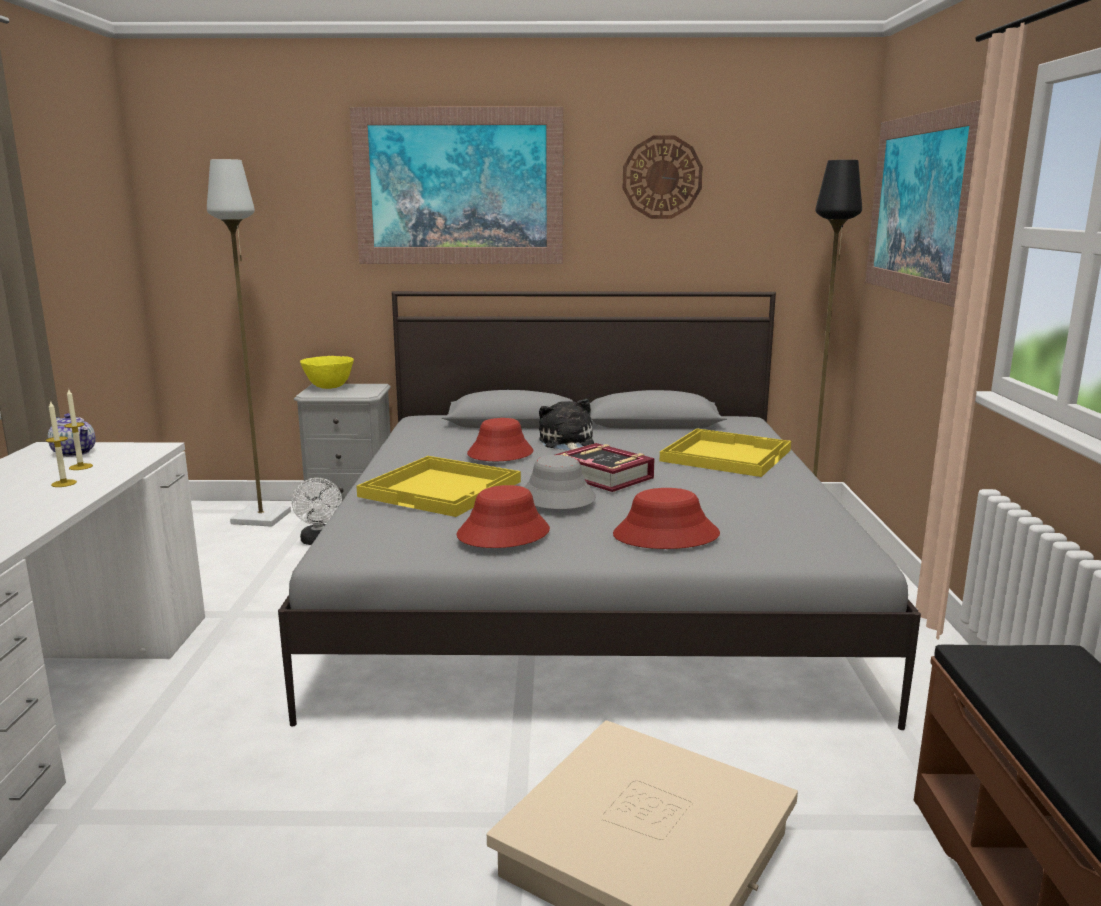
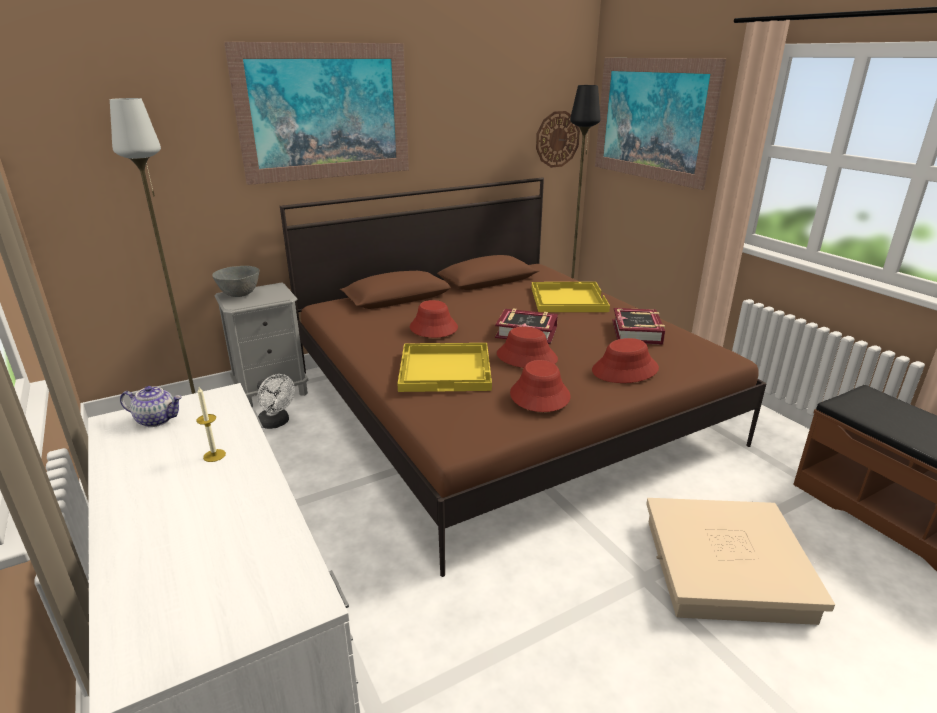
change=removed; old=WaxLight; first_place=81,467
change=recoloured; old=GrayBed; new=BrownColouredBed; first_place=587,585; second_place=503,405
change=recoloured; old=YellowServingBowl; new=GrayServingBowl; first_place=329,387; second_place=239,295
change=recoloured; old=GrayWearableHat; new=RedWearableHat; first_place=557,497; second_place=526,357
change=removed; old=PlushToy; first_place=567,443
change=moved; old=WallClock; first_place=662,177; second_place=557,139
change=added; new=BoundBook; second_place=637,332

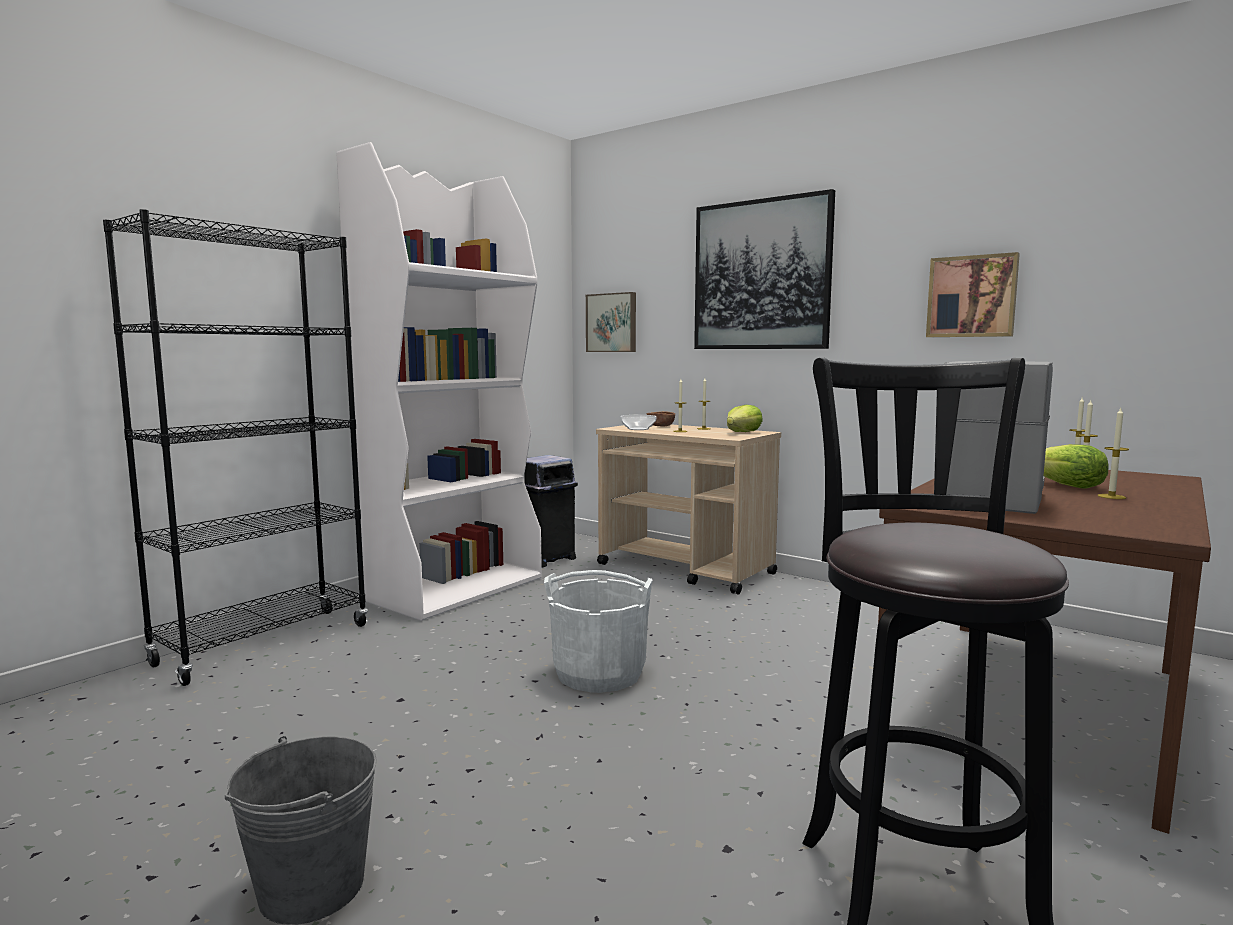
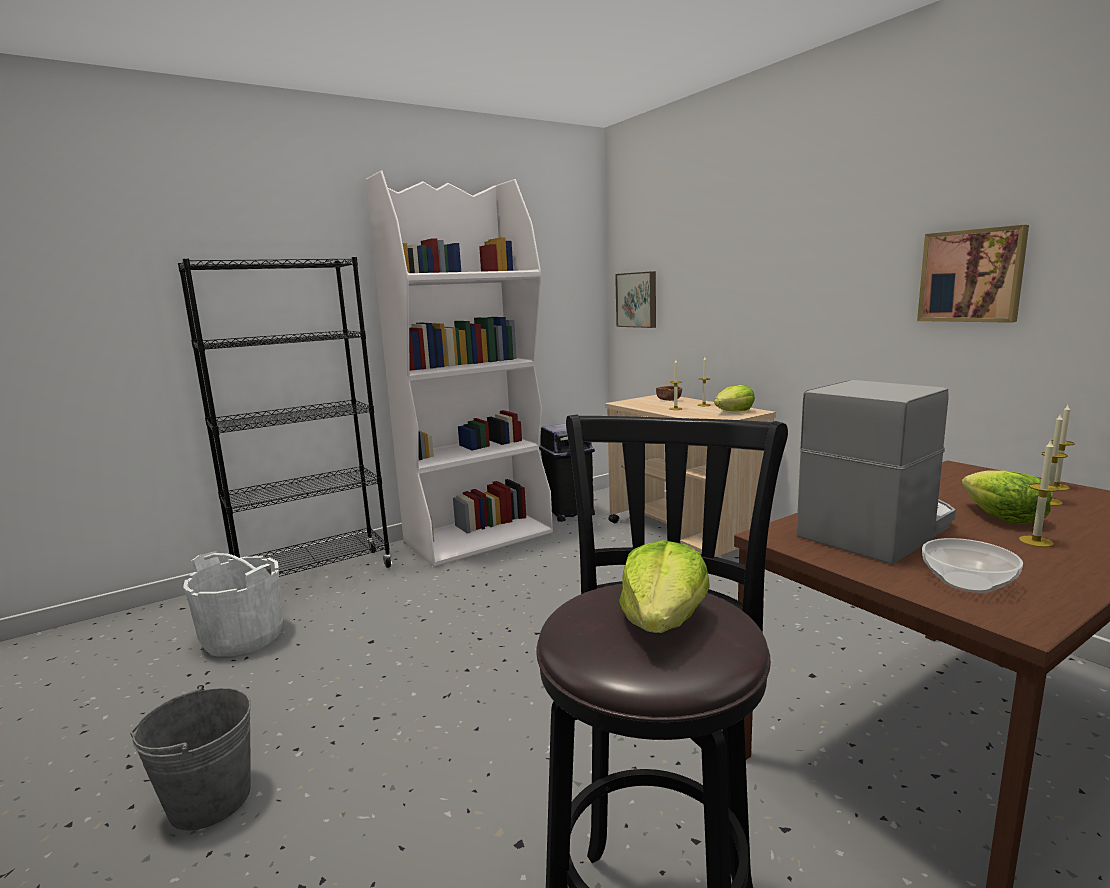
change=moved; old=WhiteWaterBucket; first_place=599,673; second_place=244,637
change=moved; old=ServingBowl; first_place=638,429; second_place=968,582
change=removed; old=Picture; first_place=761,275
change=added; new=HeadOfLettuce; second_place=663,621

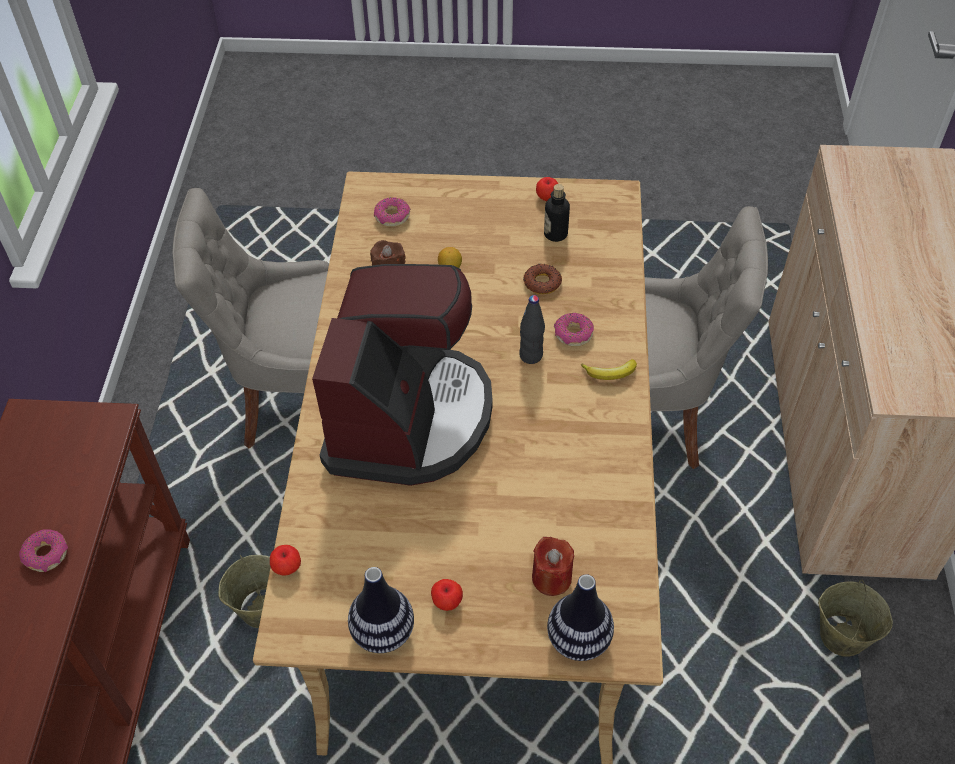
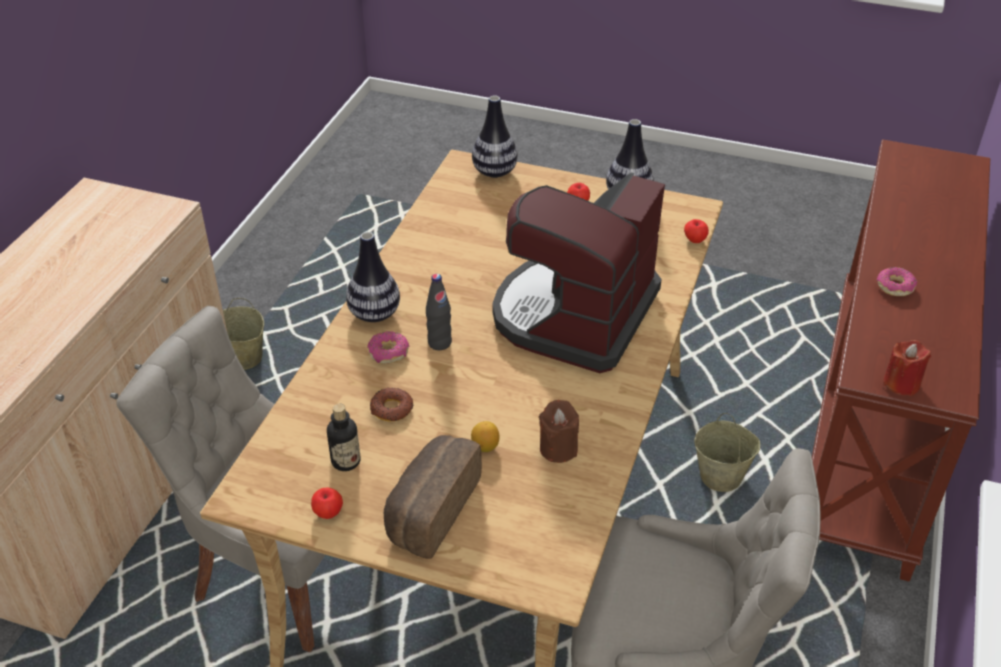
change=removed; old=Doughnut; first_place=392,217
change=moved; old=RedWaxLight; first_place=551,578; second_place=901,383
change=replaced; old=BananaFruit; new=FlowerVase; first_place=610,373; second_place=375,314
change=added; new=BakedBread; second_place=429,509

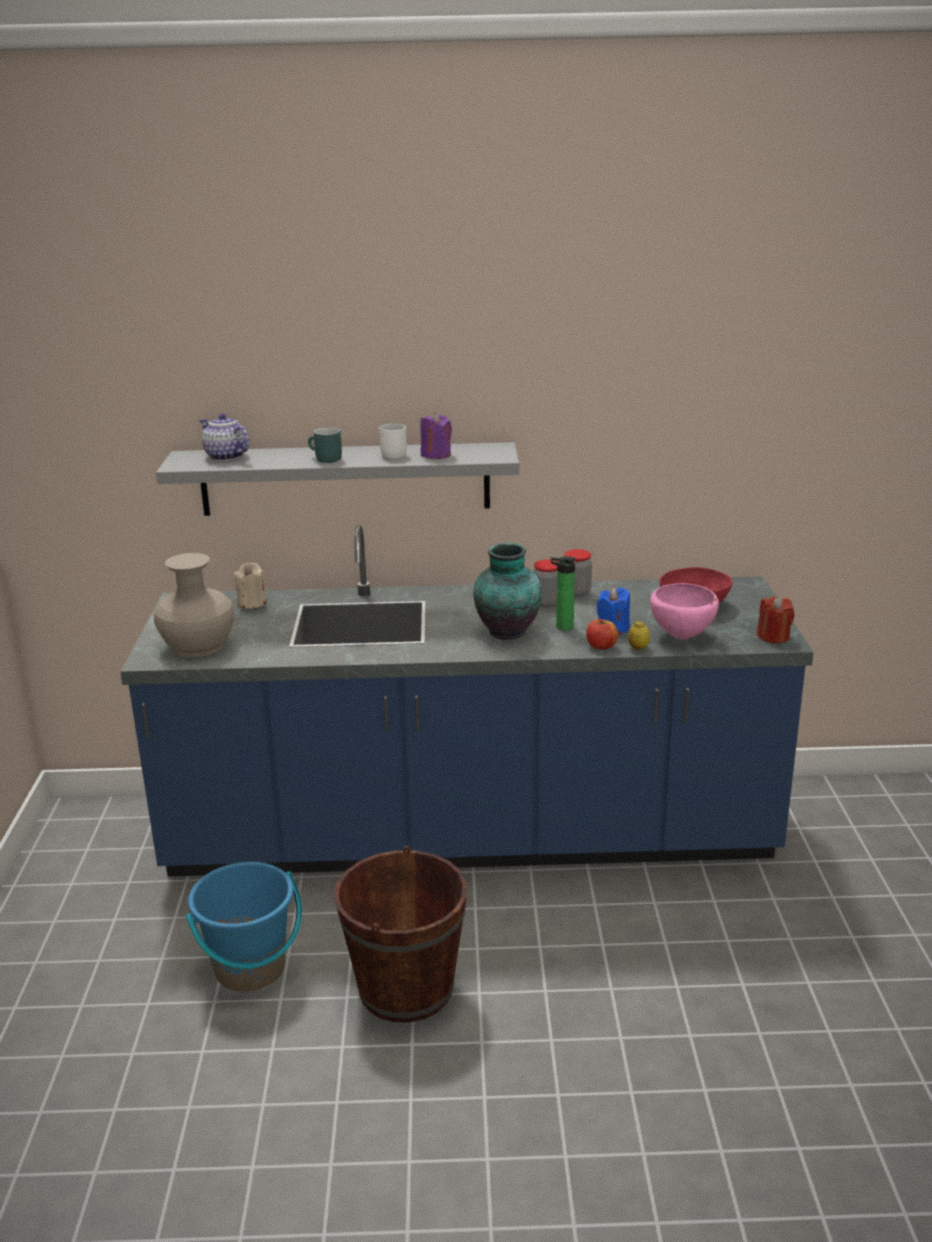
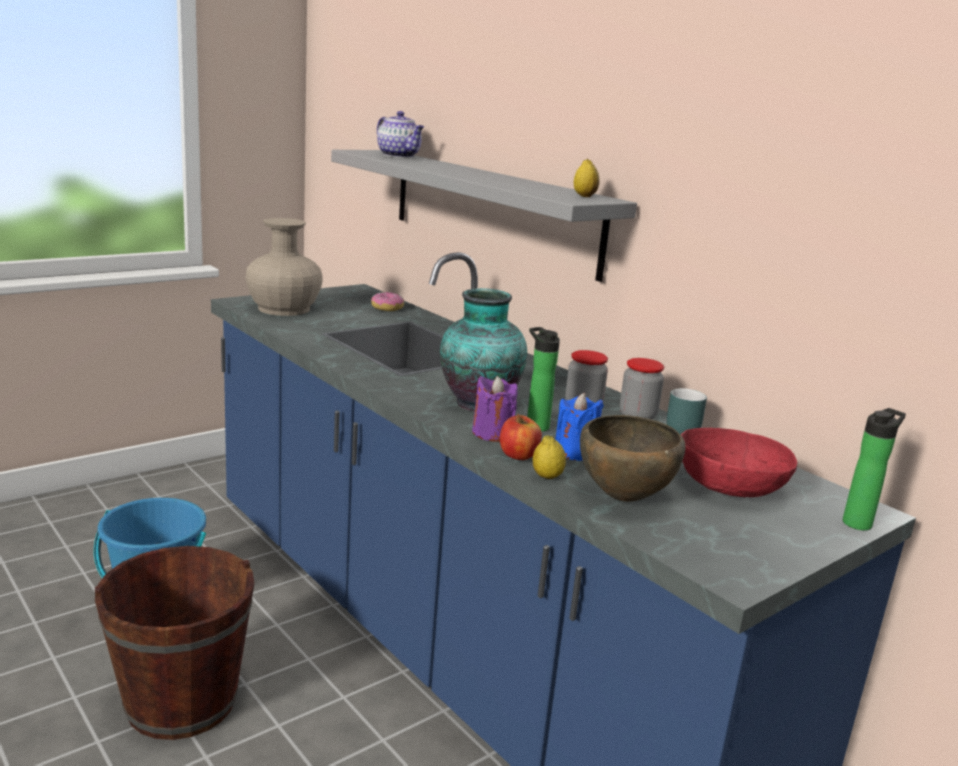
change=turned; old=TeaPot; first_place=225,456; second_place=399,156; degrees=135
change=replaced; old=SandColouredWaxLight; new=Doughnut; first_place=252,603; second_place=387,308
change=moved; old=TurquoiseColouredMug; first_place=324,459; second_place=678,428
change=removed; old=WhiteMug; first_place=390,454
change=moved; old=PurpleWaxLight; first_place=436,455; second_place=492,433
change=recoloured; old=PinkColouredServingBowl; new=BrownColouredServingBowl; first_place=683,636; second_place=624,498
change=removed; old=RedWaxLight; first_place=773,637
change=added; new=CitrusFruit; second_place=584,196
change=added; new=Bottle; second_place=859,522

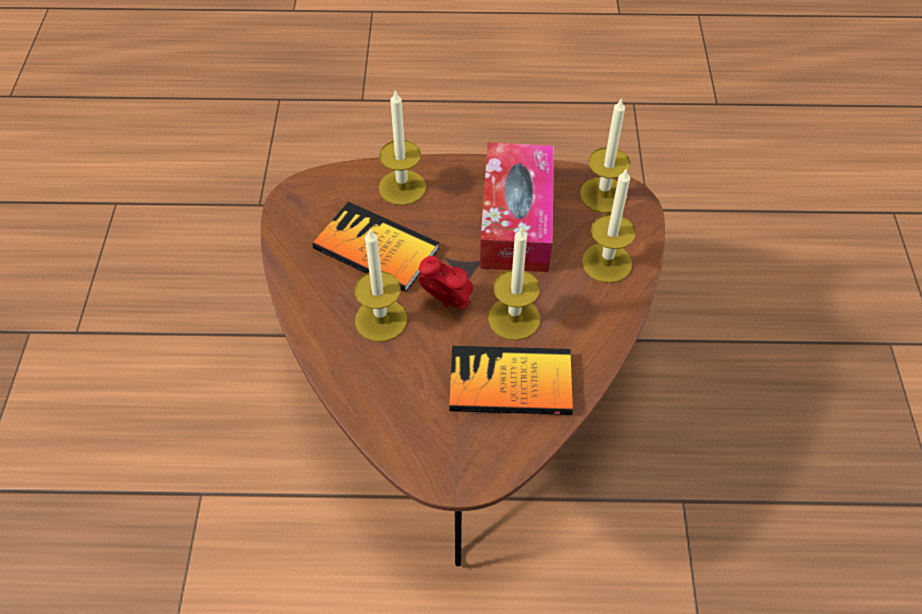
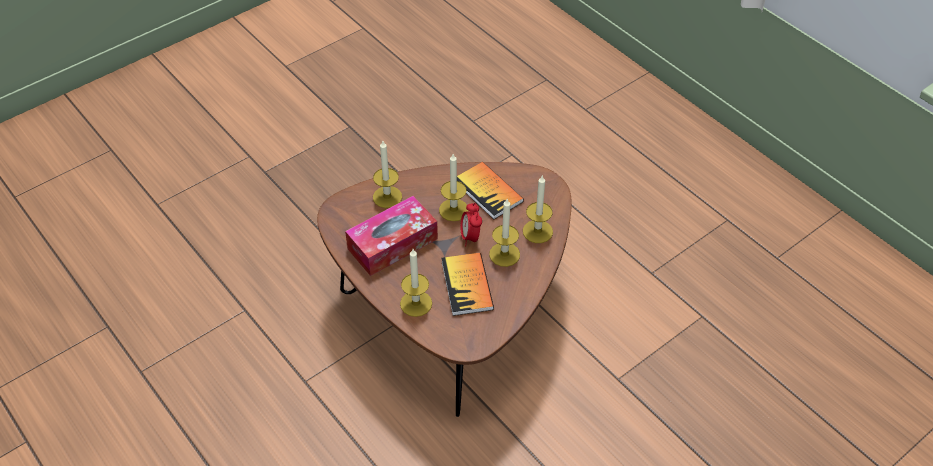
change=moved; old=WaxLight; first_place=603,195; second_place=537,231

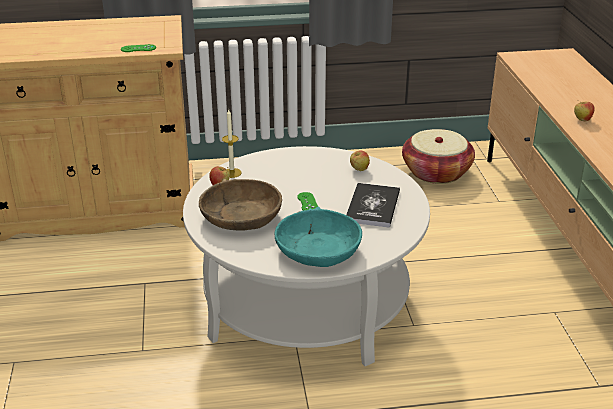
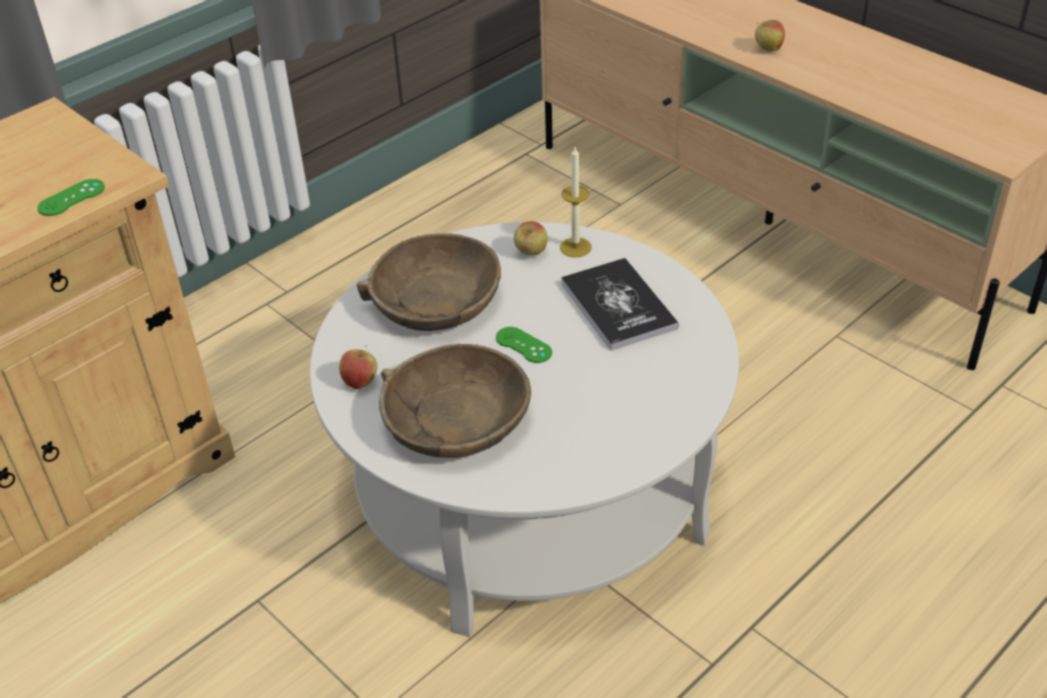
change=moved; old=WaxLight; first_place=232,173; second_place=575,247
change=removed; old=TurquoiseColouredServingBowl; first_place=317,249
change=removed; old=Basket; first_place=436,172
change=added; new=BrownColouredServingBowl; second_place=435,301

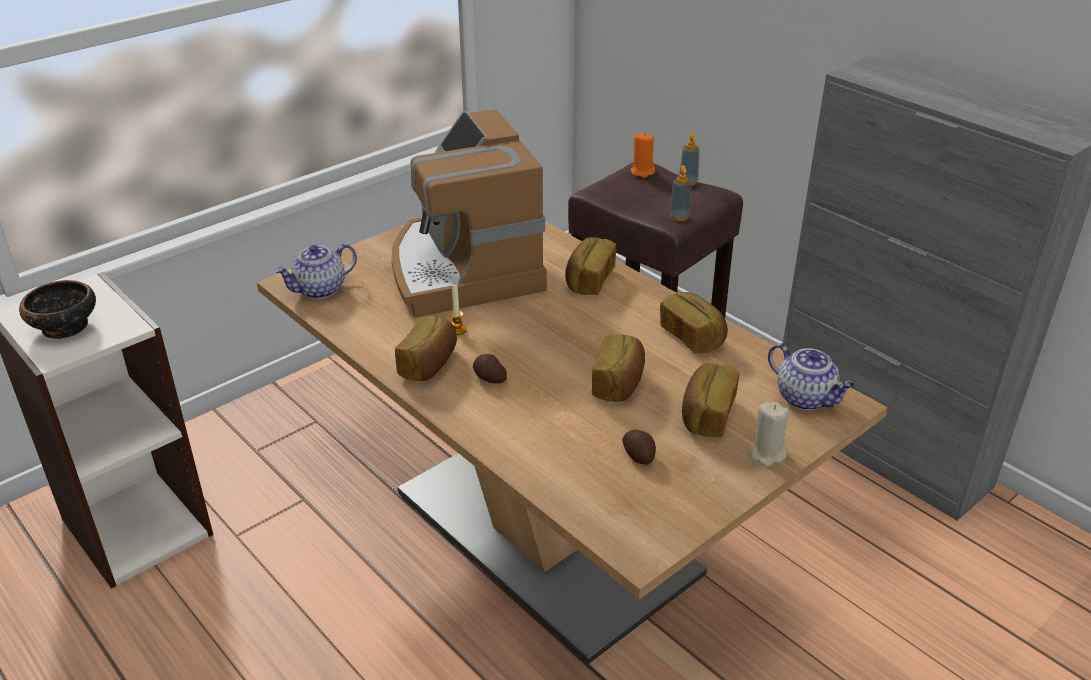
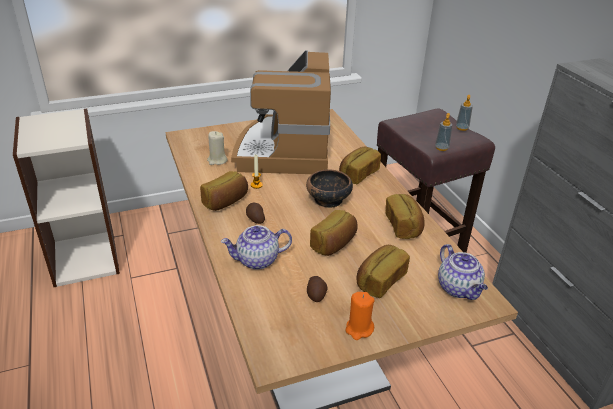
change=moved; old=ServingBowl; first_place=65,327; second_place=328,200
change=moved; old=TeaPot; first_place=320,290; second_place=257,260
change=moved; old=OrangeWaxLight; first_place=642,172; second_place=359,329
change=moved; old=SandColouredWaxLight; first_place=767,454; second_place=217,160

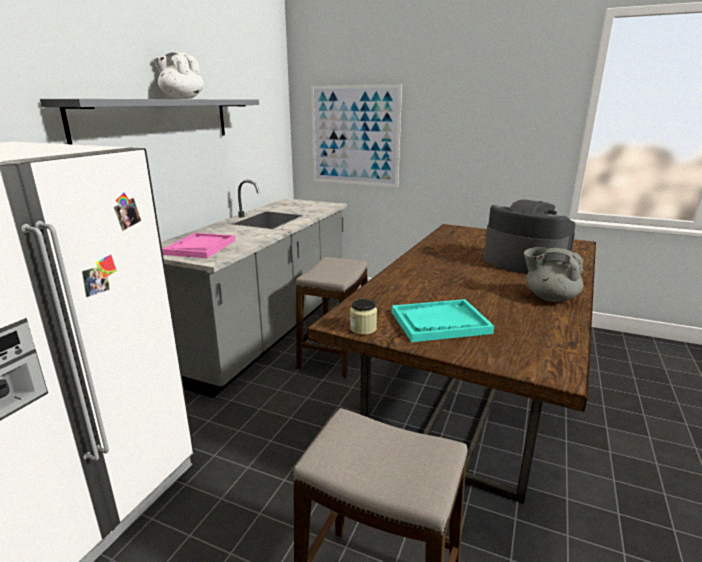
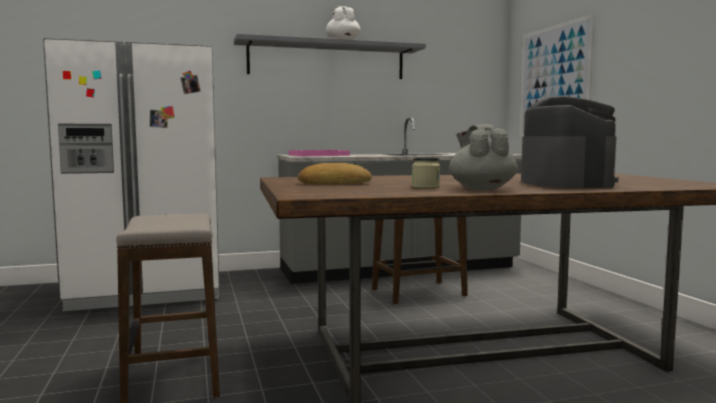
change=moved; old=StorageJar; first_place=363,329; second_place=425,187
change=replaced; old=TurquoiseColouredCarryingTray; new=BakedBread; first_place=439,322; second_place=334,183

